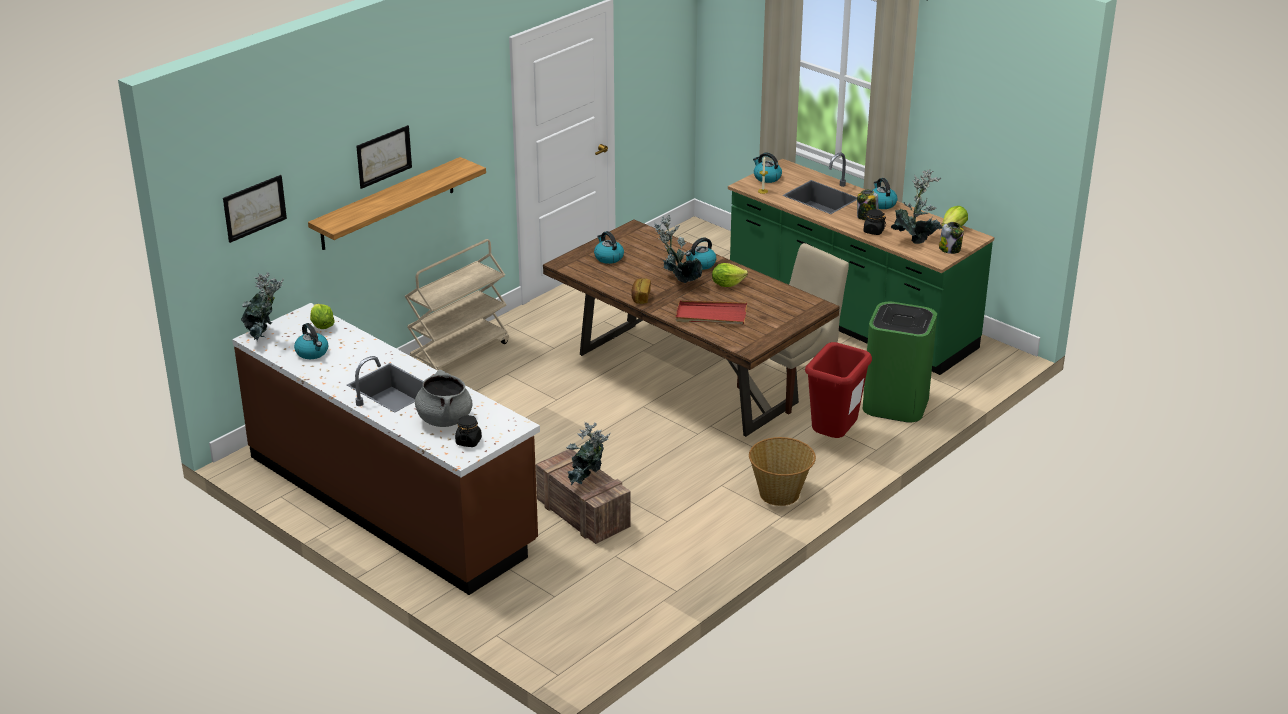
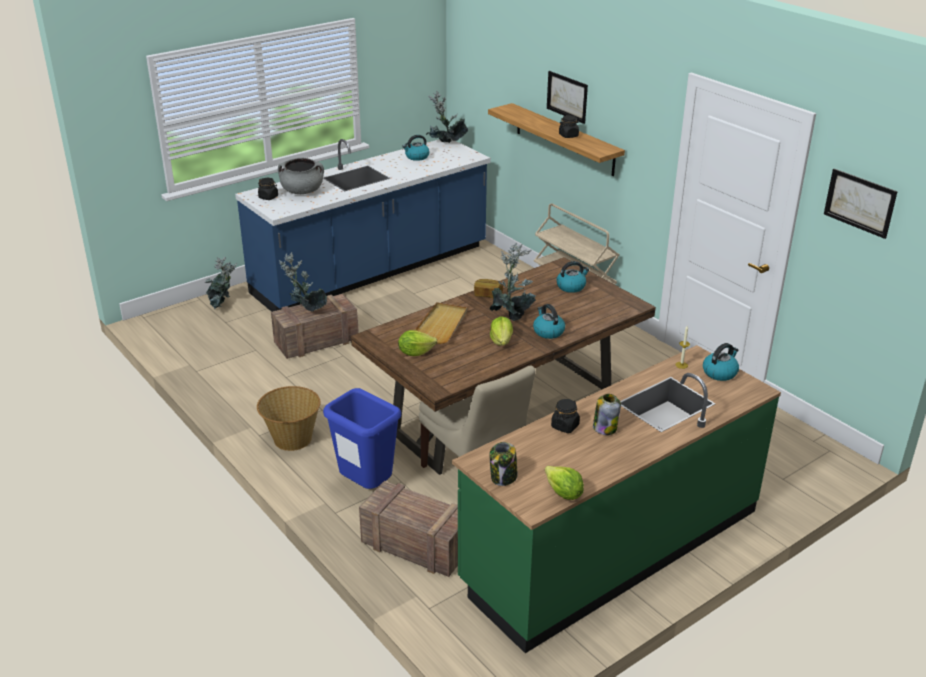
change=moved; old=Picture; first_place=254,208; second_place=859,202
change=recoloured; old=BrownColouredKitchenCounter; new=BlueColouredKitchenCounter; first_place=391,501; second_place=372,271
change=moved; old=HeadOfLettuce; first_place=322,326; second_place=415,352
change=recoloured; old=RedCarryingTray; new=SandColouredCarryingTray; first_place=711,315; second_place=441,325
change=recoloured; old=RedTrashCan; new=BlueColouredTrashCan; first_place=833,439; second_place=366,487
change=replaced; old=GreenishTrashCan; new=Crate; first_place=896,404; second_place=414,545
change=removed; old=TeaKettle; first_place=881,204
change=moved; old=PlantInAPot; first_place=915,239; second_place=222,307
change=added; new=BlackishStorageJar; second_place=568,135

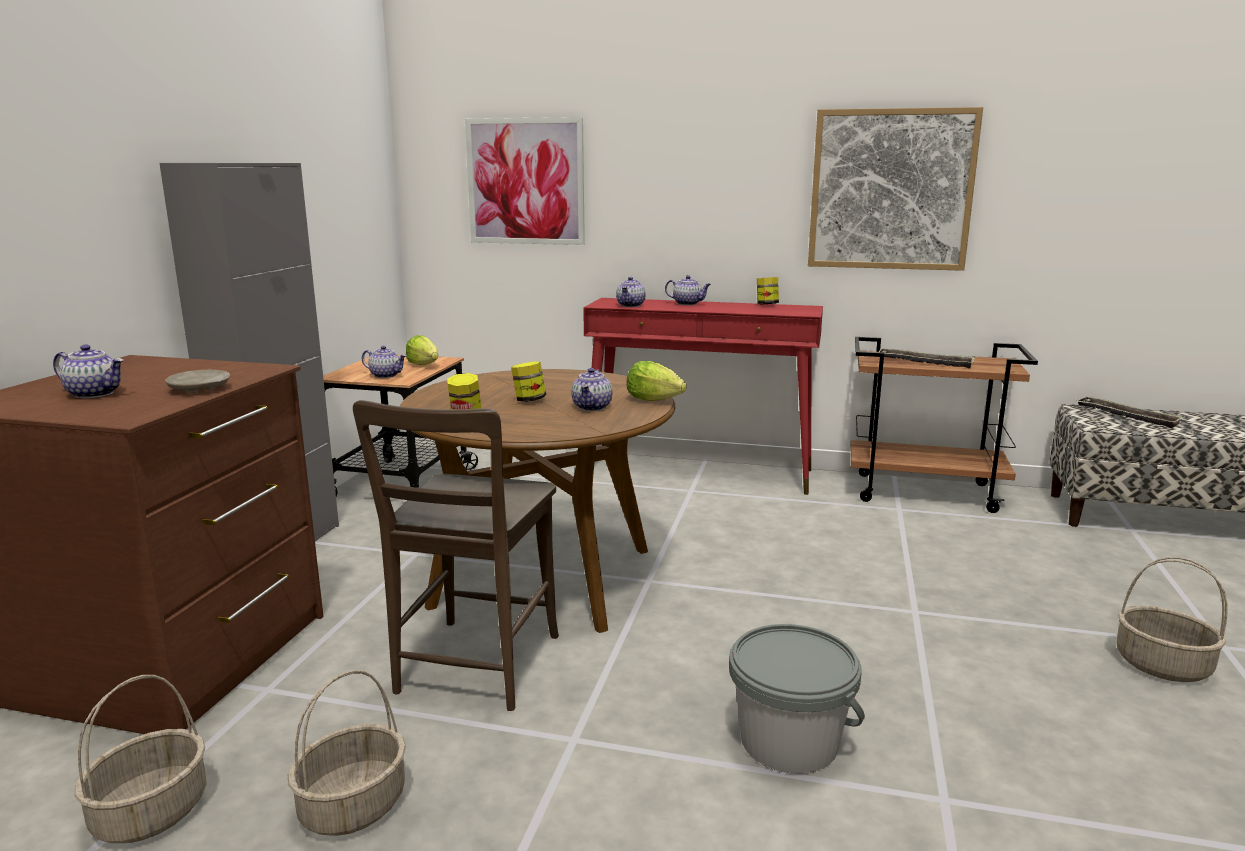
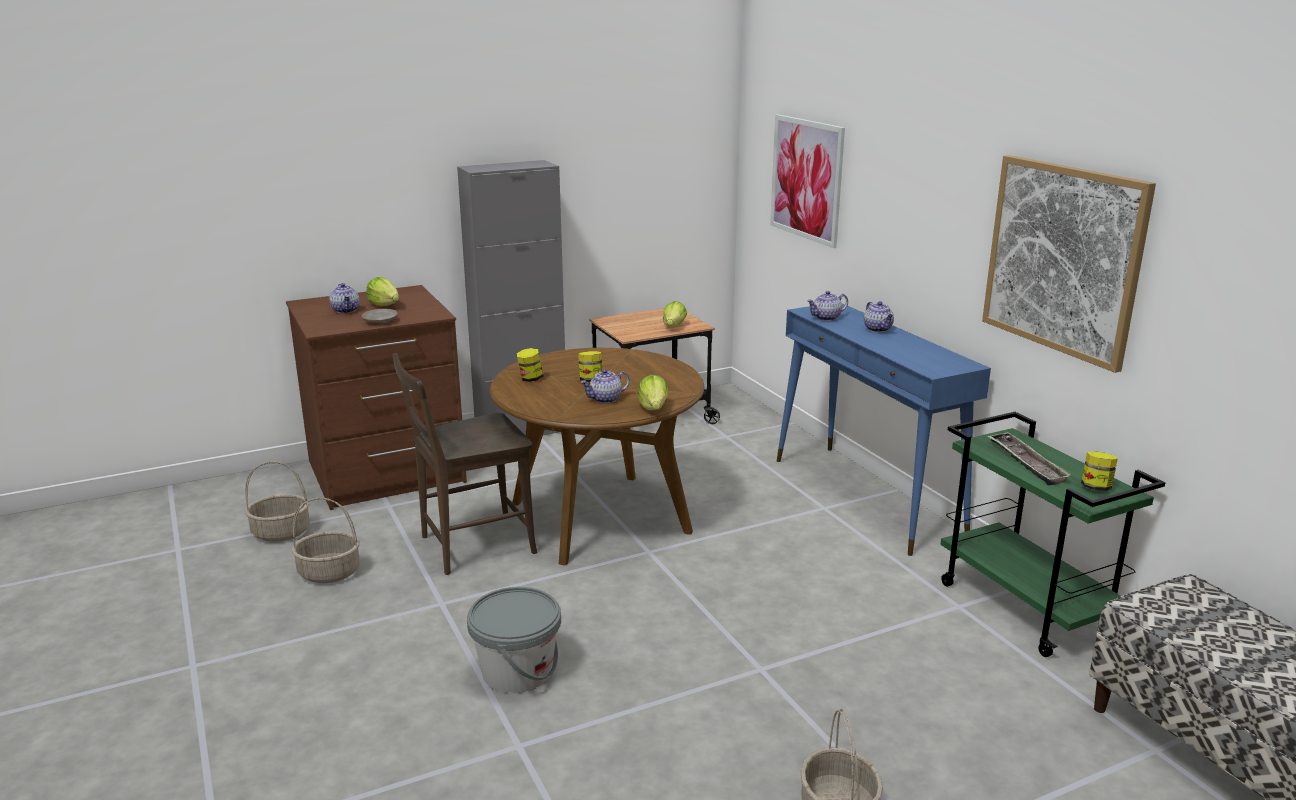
change=removed; old=TeaPot; first_place=386,375
change=recoloured; old=RedNarrowTable; new=BlueColouredNarrowTable; first_place=699,472; second_place=866,497
change=moved; old=StorageJar; first_place=767,305; second_place=1096,487
change=recoloured; old=BrownColouredWheeledCart; new=GreenishWheeledCart; first_place=925,492; second_place=1027,608
change=removed; old=CarryingTray; first_place=1126,416
change=added; new=HeadOfLettuce; second_place=384,305

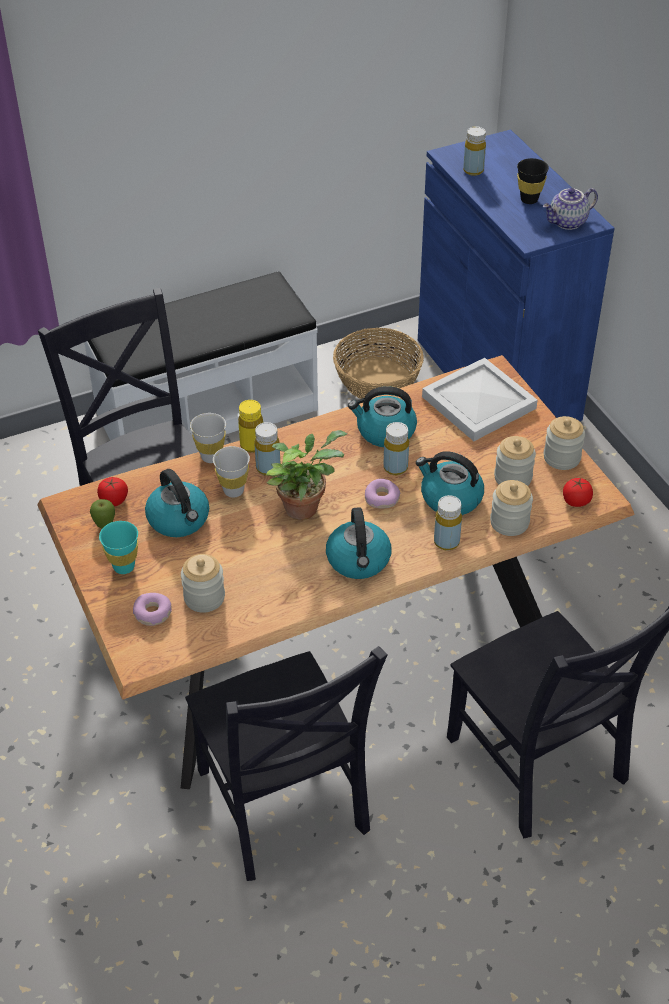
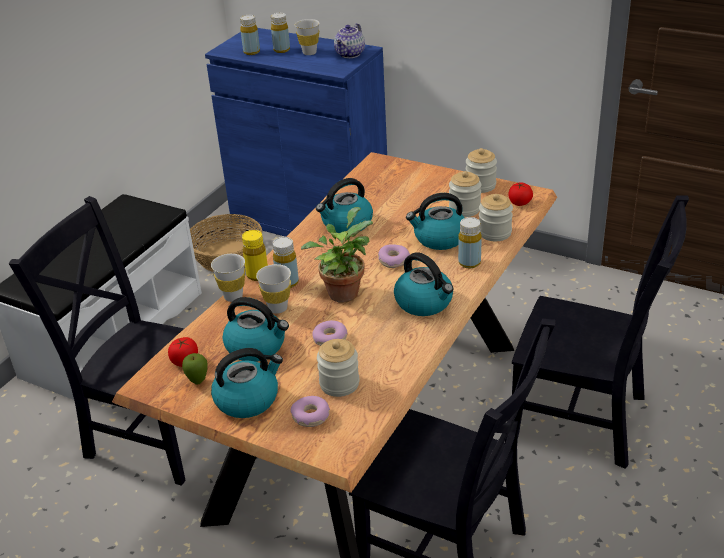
change=replaced; old=TurquoiseColouredCup; new=TeaKettle; first_place=124,566; second_place=248,399
change=moved; old=YellowBottle; first_place=395,468; second_place=281,50
change=removed; old=WhiteCarryingTray; first_place=477,402
change=recoloured; old=BlackishCup; new=WhiteCup; first_place=529,199; second_place=309,53
change=added; new=Doughnut; second_place=330,339

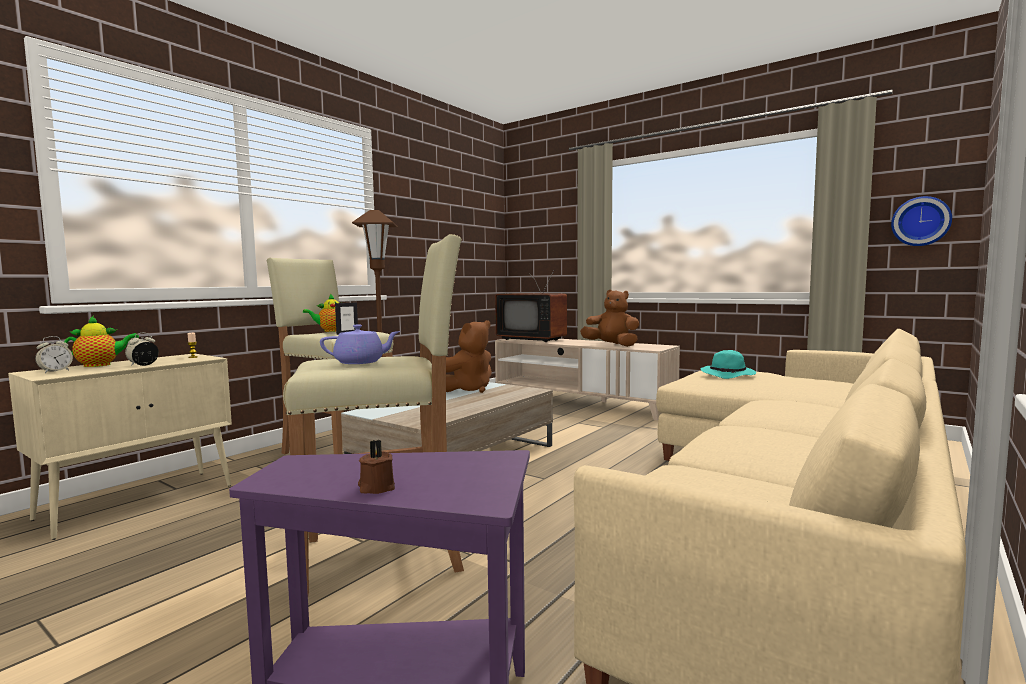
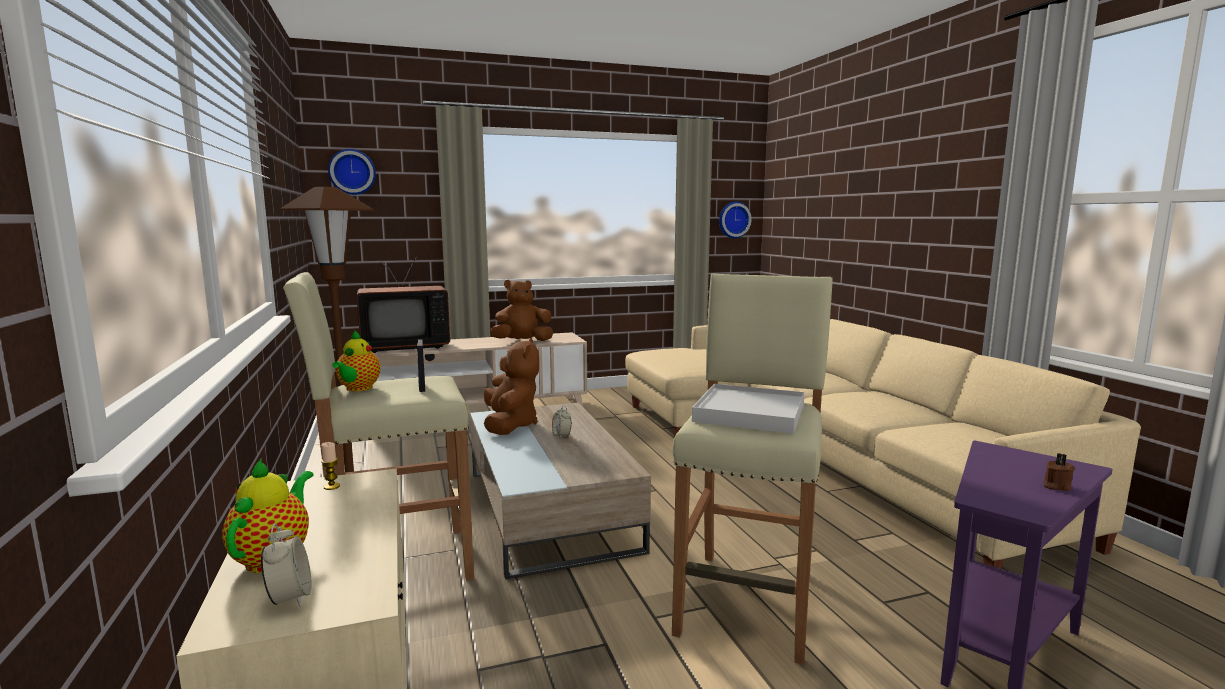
change=moved; old=TableClock; first_place=143,365; second_place=561,436
change=replaced; old=PurpleTeaPot; new=WhiteCarryingTray; first_place=360,362; second_place=749,413
change=removed; old=TurquoiseColouredWearableHat; first_place=728,375
change=added; new=WallClock; second_place=352,172

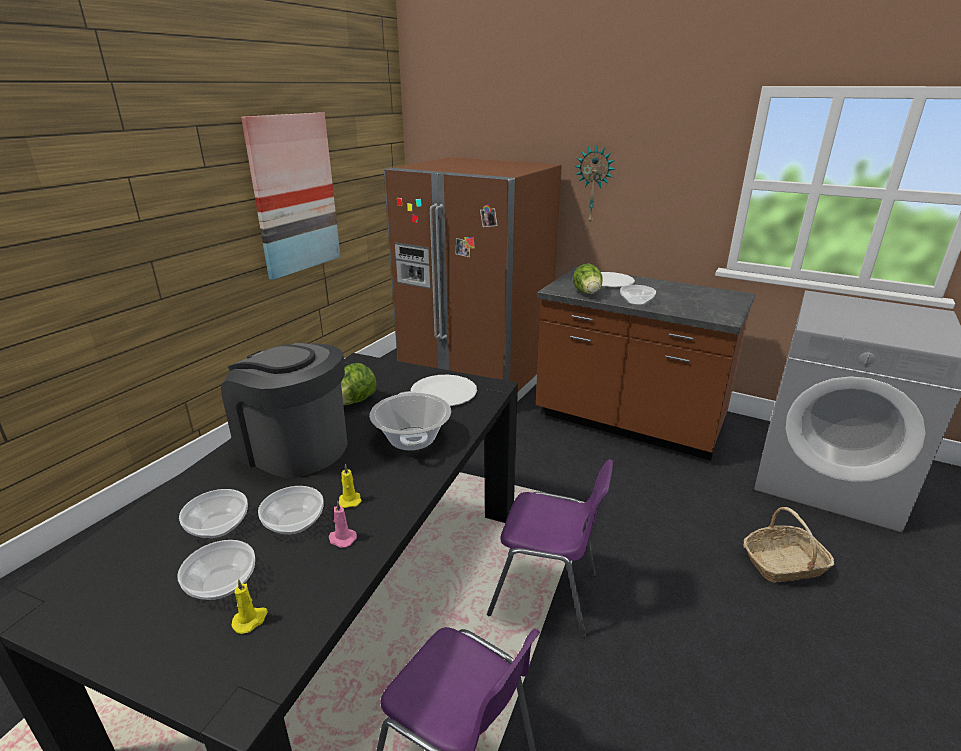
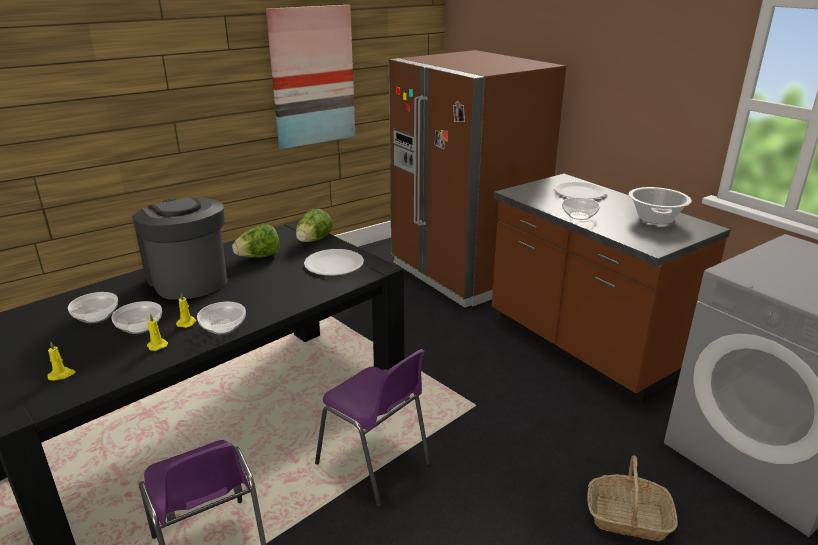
change=moved; old=ServingBowl; first_place=223,583; second_place=224,327
change=recoloured; old=PinkColouredWaxLight; new=YellowWaxLight; first_place=341,539; second_place=157,345
change=moved; old=Saucepot; first_place=412,439; second_place=655,218
change=moved; old=HeadOfLettuce; first_place=588,293; second_place=313,241
change=removed; old=WallClock; first_place=594,185

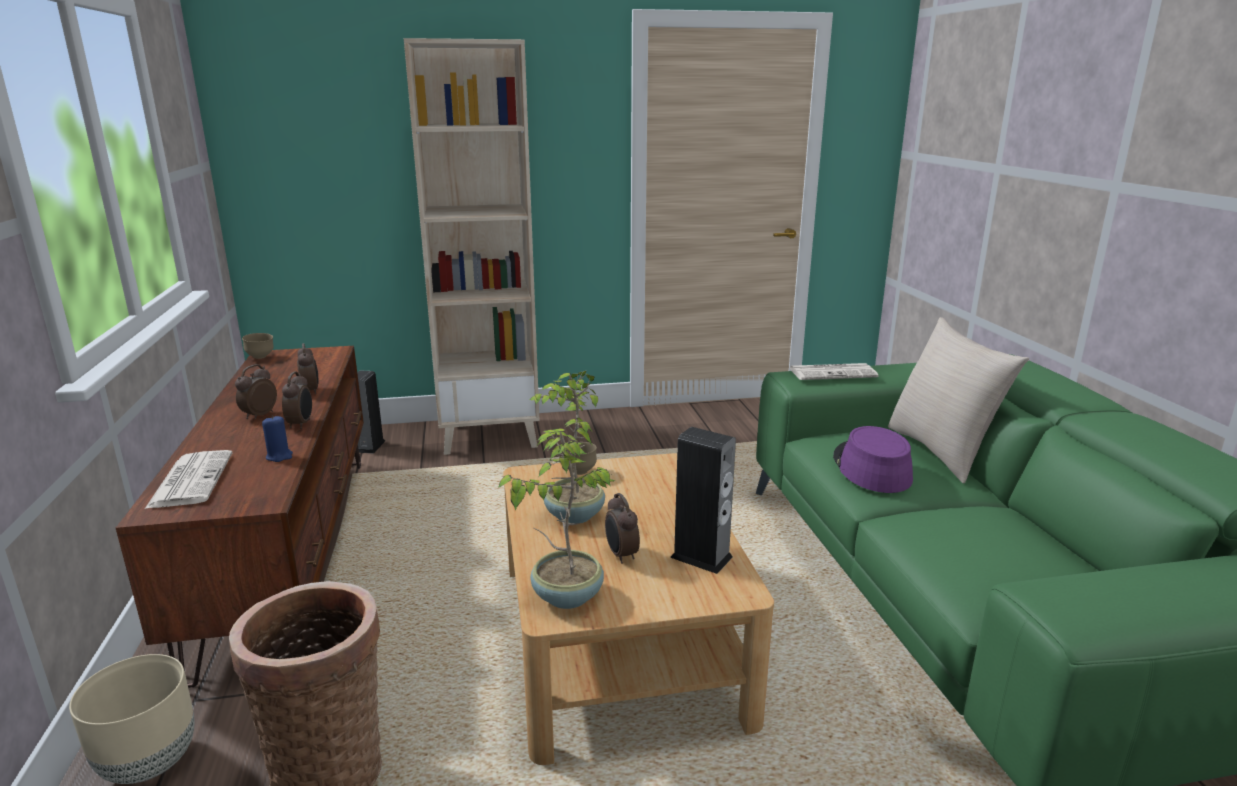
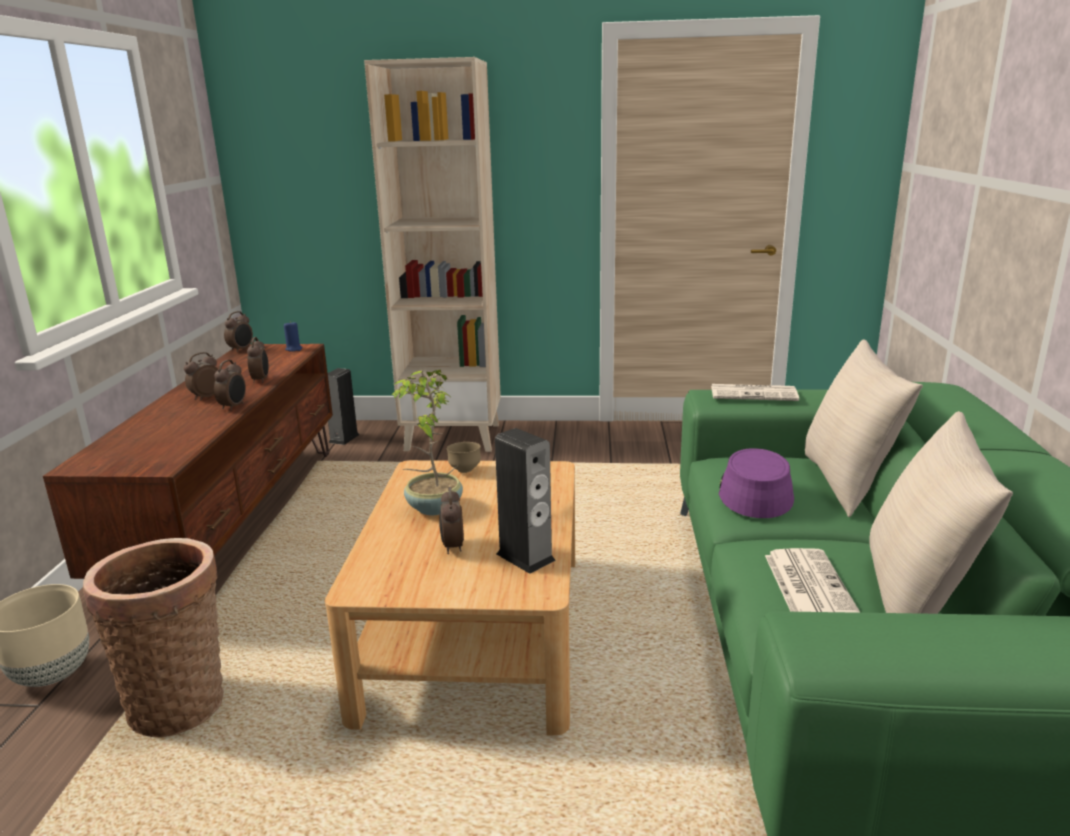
change=moved; old=Newspaper; first_place=191,480; second_place=808,585
change=replaced; old=BrownColouredServingBowl; new=TableClock; first_place=261,357; second_place=241,349
change=moved; old=BlueColouredWaxLight; first_place=279,456; second_place=294,349
change=removed; old=PlantInAPot; first_place=566,595
change=added; new=SandColouredCushion; second_place=917,599

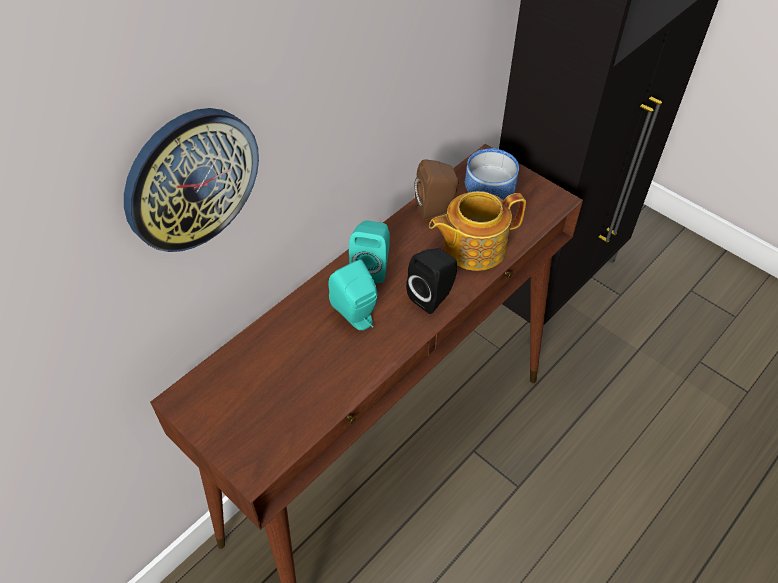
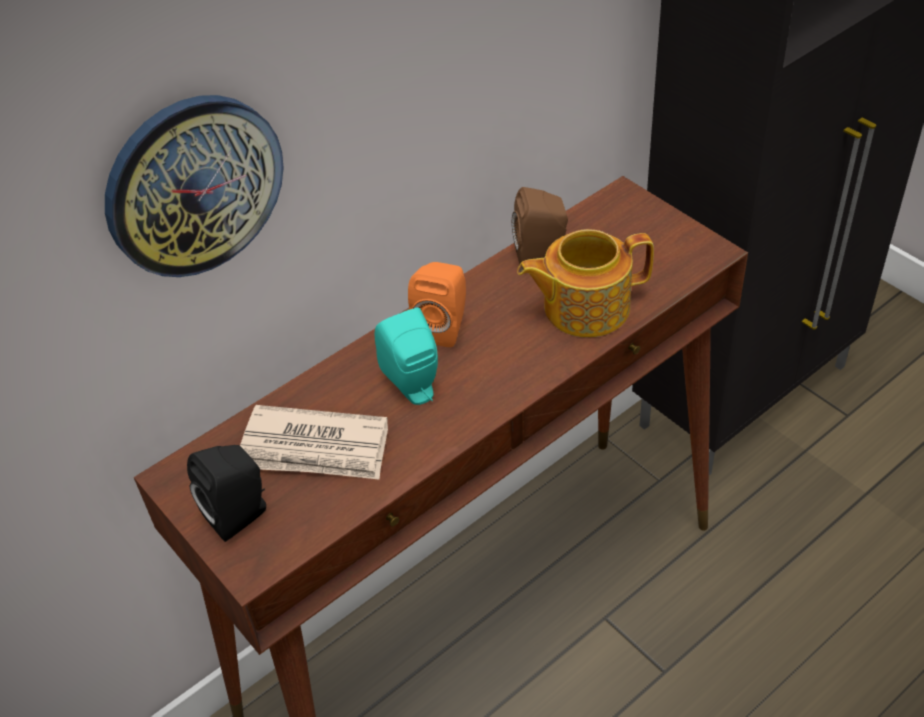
change=recoloured; old=TurquoiseColouredAudioSpeaker; new=OrangeAudioSpeaker; first_place=372,267; second_place=444,327
change=moved; old=BlackishAudioSpeaker; first_place=433,296; second_place=241,514
change=removed; old=ServingBowl; first_place=491,193
change=added; new=Newspaper; second_place=316,448

